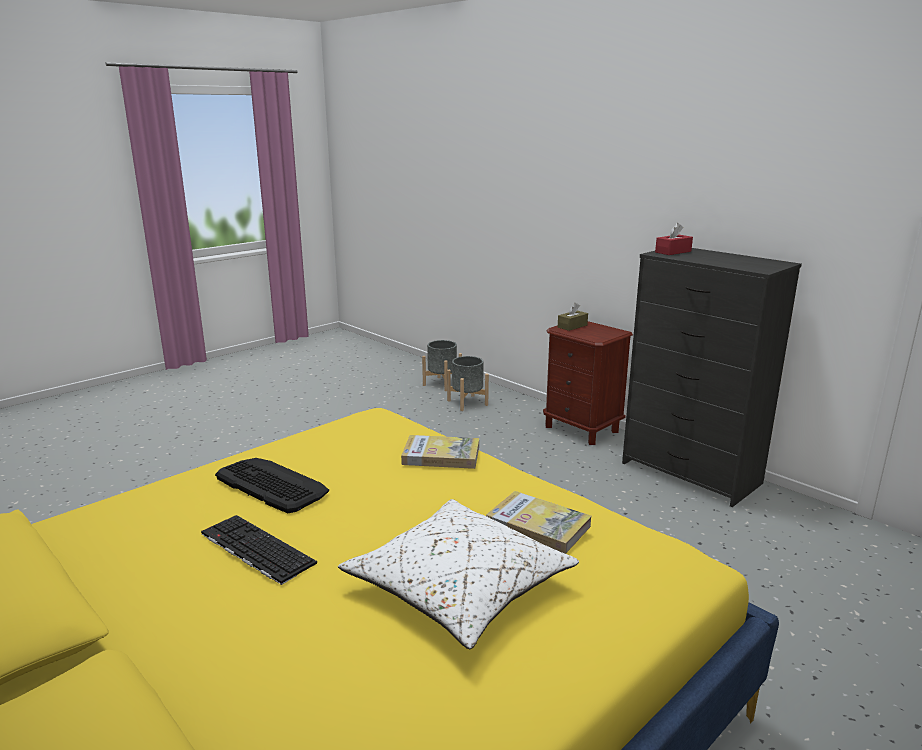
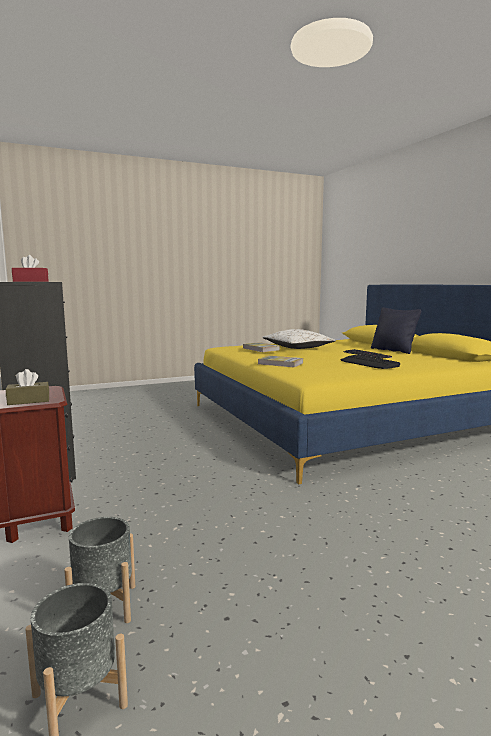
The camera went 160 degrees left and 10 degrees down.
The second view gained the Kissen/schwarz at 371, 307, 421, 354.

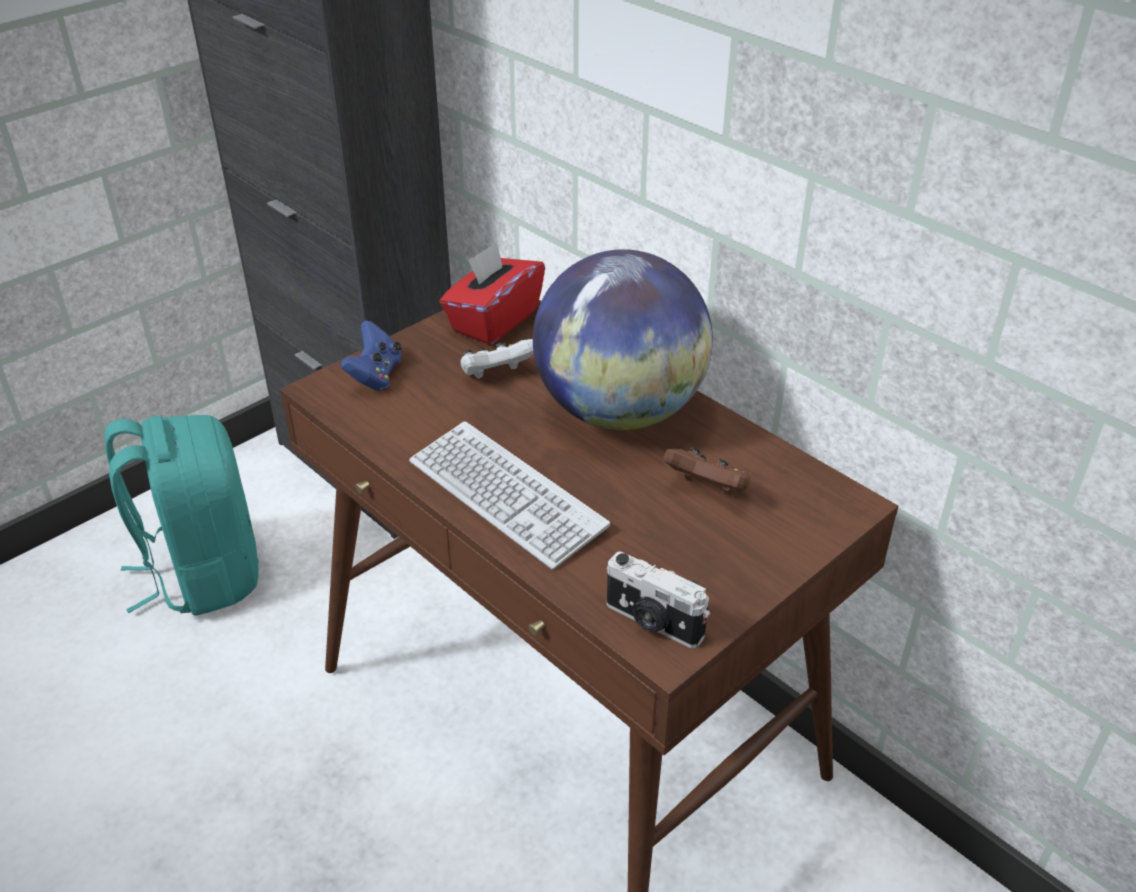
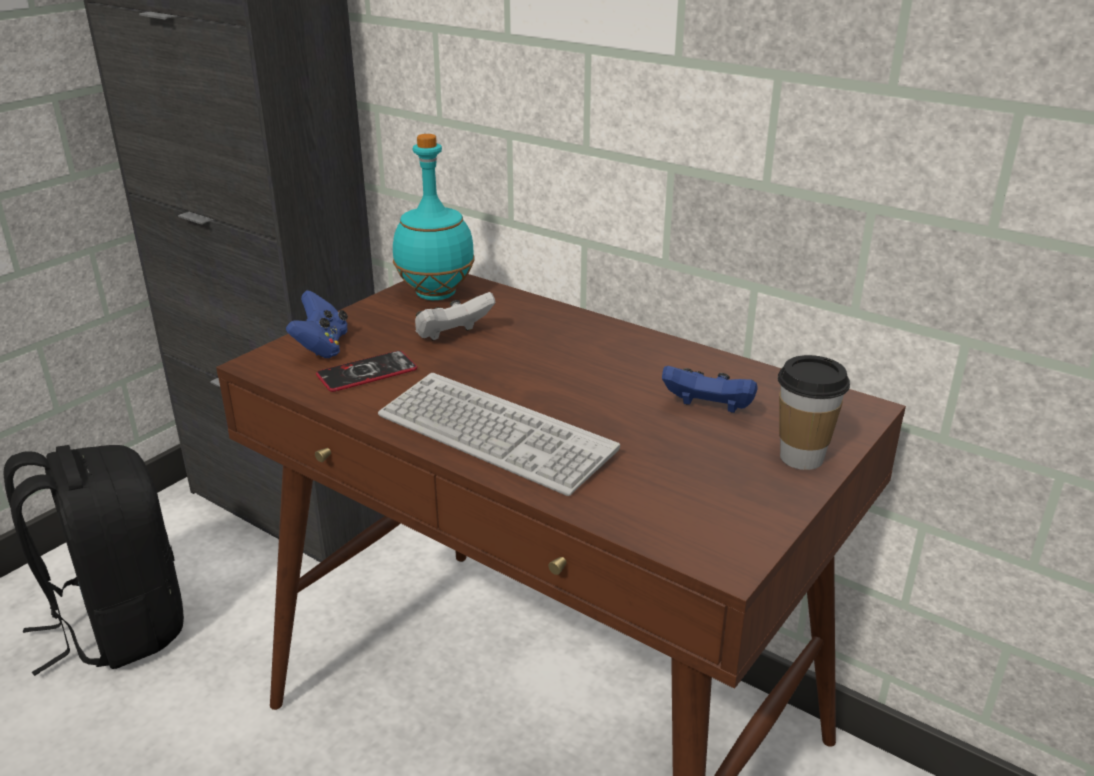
The camera went 10 degrees left and 10 degrees down.
What was the Rucksack/türkis at 105, 415, 259, 615 turned into the Rucksack/schwarz at 3, 445, 184, 676.
Where the Taschentuchbox/rot stood at 440, 242, 545, 345, the Flasche/türkis came to stand at 393, 134, 475, 300.
The second view lost the Globus at 533, 249, 713, 430.
The second view lost the Kamera at 606, 552, 710, 648.
What was the Gamepad/braun at 663, 447, 750, 496 turned into the Gamepad/blau at 662, 366, 758, 413.
The second view gained the Handy at 316, 351, 417, 392.
The second view gained the Tasse at 777, 355, 850, 470.

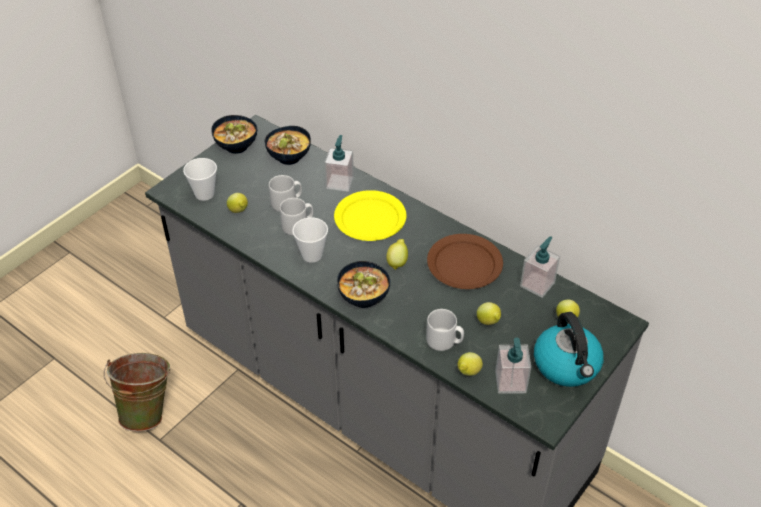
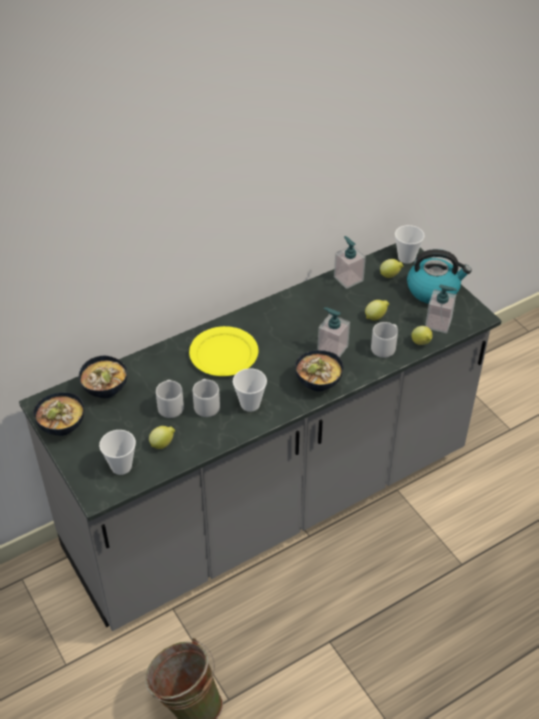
The camera went 70 degrees left and 0 degrees up.
The Seifenspender ended up elsewhere, having gone from 325, 135, 354, 192 to 317, 307, 350, 357.
The second view lost the Zitrone at 386, 239, 408, 270.
The second view lost the Teller/braun at 427, 234, 503, 289.
The second view gained the Tasse at 395, 225, 425, 264.

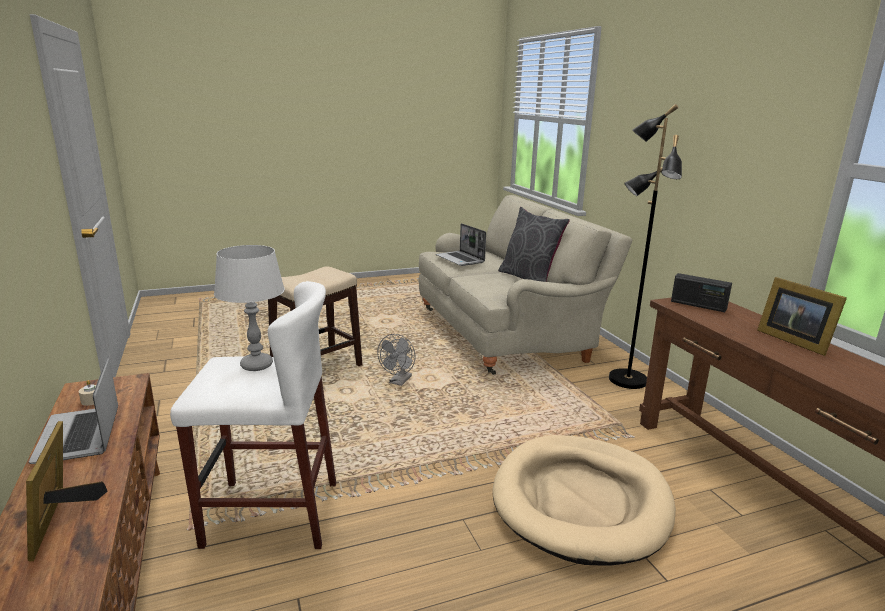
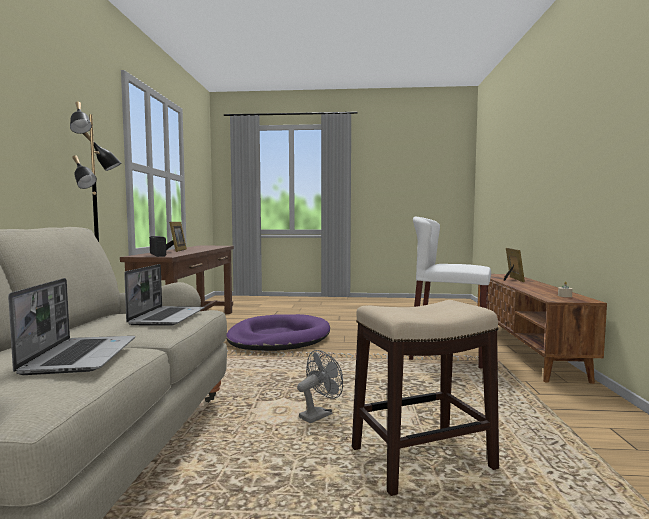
The camera went 155 degrees left and 15 degrees down.
The Laptop ended up elsewhere, having gone from 29, 357, 118, 464 to 124, 264, 205, 326.
The second view lost the Tischlampe/grau at 214, 245, 285, 371.
What was the Hundebett/beige at 493, 435, 676, 566 turned into the Hundebett/lila at 226, 314, 330, 351.
The second view lost the Kissen/grau at 498, 207, 570, 282.

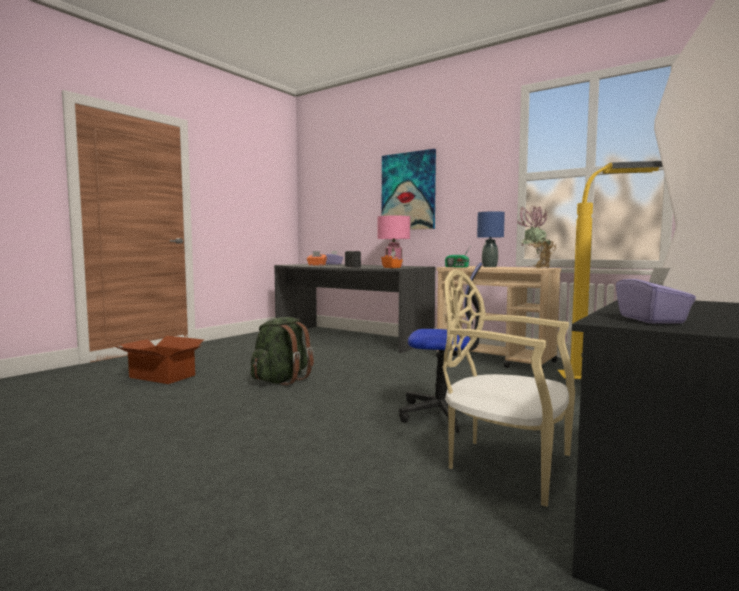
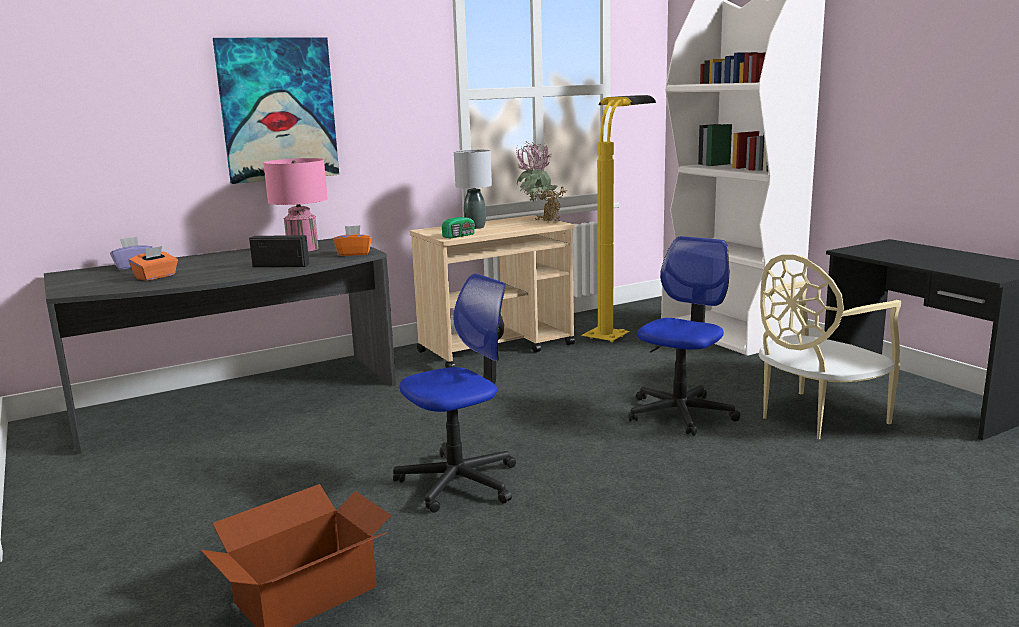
The camera went 65 degrees left and 10 degrees up.
Where the Rucksack/grün stood at 251, 317, 314, 385, the Bürostuhl came to stand at 393, 273, 516, 513.
What was the Tischlampe/blau at 477, 211, 505, 267 turned into the Tischlampe/grau at 454, 150, 492, 229.
The second view lost the Taschentuchbox/lila at 616, 267, 696, 323.

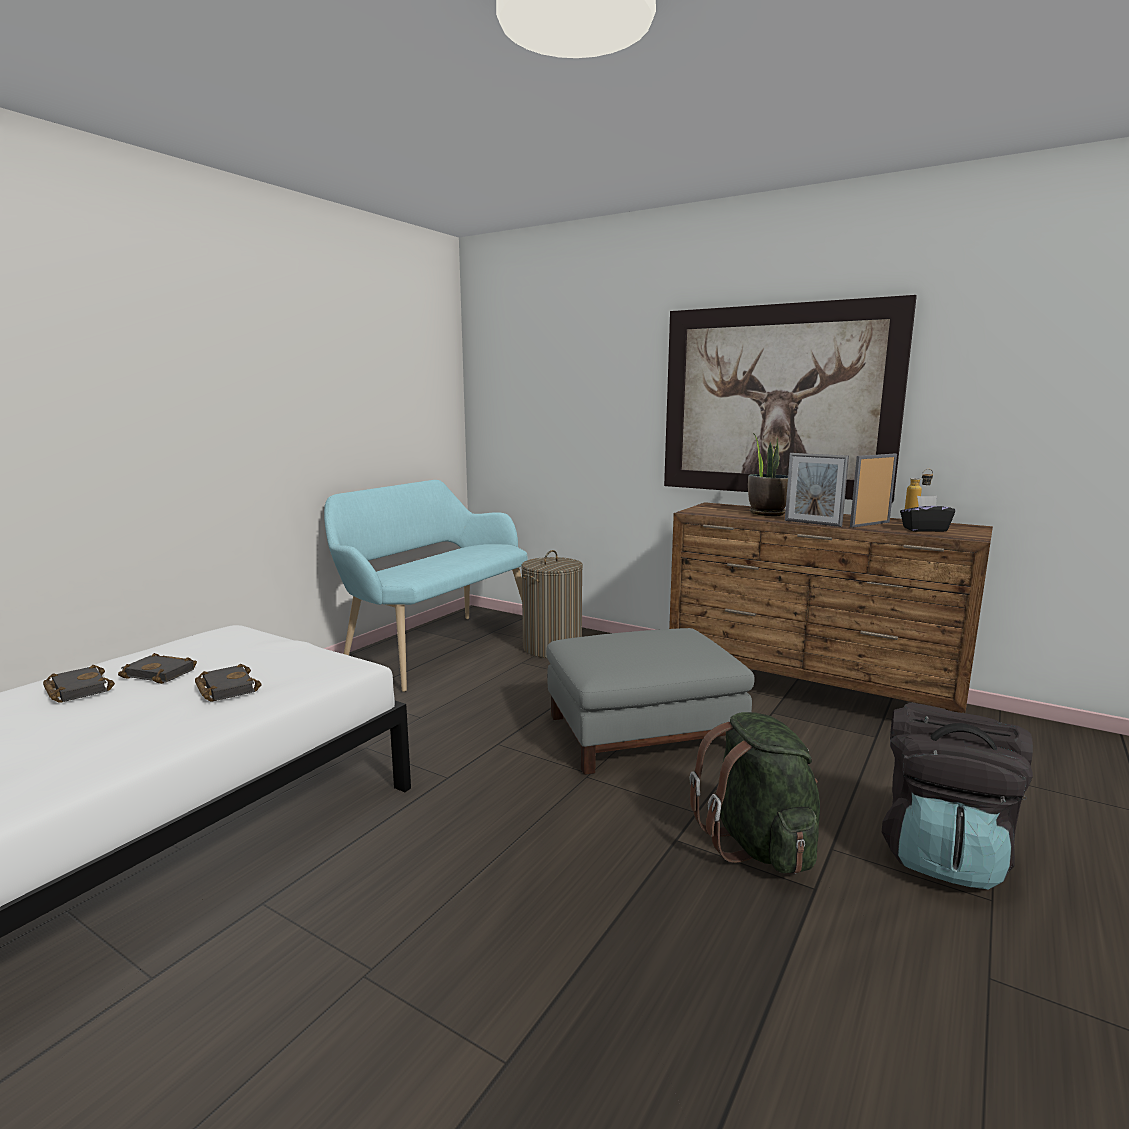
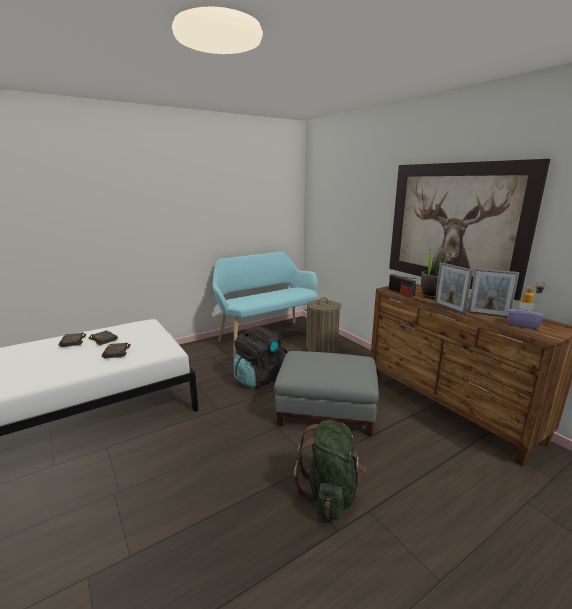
The camera went 25 degrees right and 5 degrees up.
The Bilderrahmen at 850, 454, 897, 528 ended up facing another way, 150 degrees counterclockwise from before.
The Rucksack/schwarz ended up elsewhere, having gone from 882, 703, 1033, 890 to 233, 326, 287, 388.
What was the Taschentuchbox/schwarz at 900, 496, 955, 532 turned into the Taschentuchbox/lila at 507, 302, 544, 329.
The second view gained the Radio at 389, 274, 416, 297.

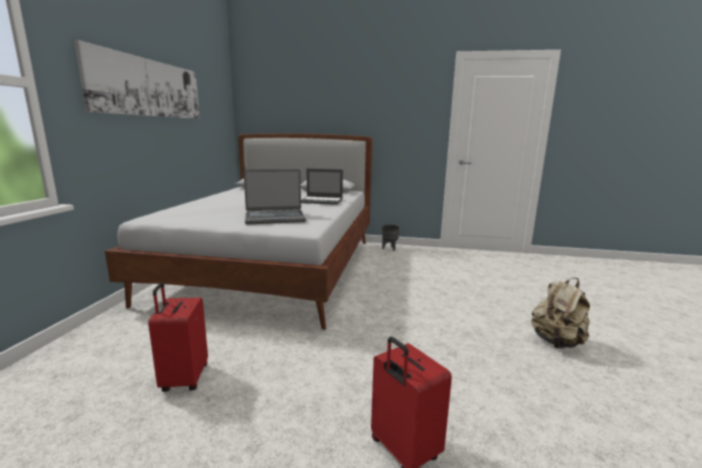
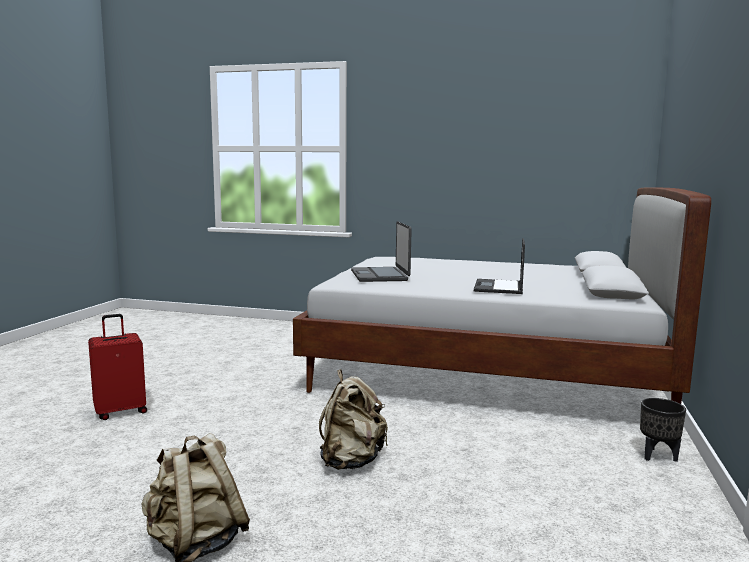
The camera went 95 degrees right and 5 degrees down.
The second view lost the Bild at 74, 40, 200, 119.
The second view lost the Koffer/rot at 148, 282, 208, 392.
The second view gained the Rucksack/beige at 319, 369, 388, 470.

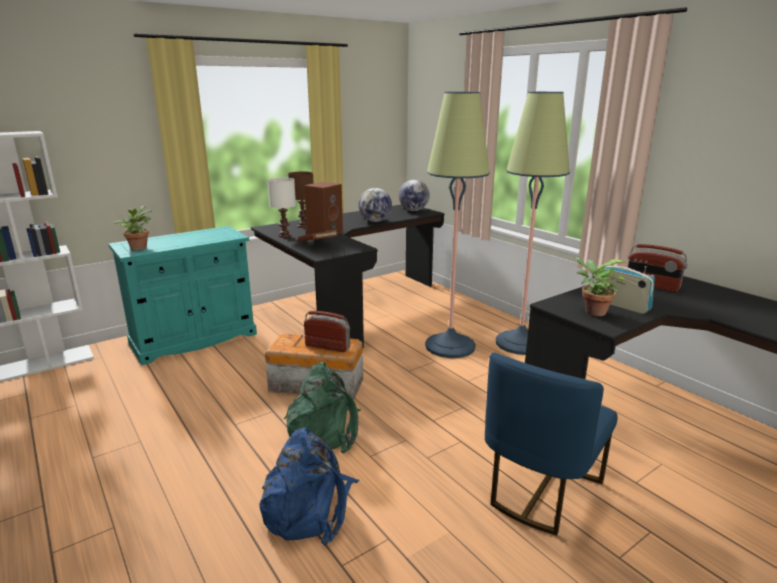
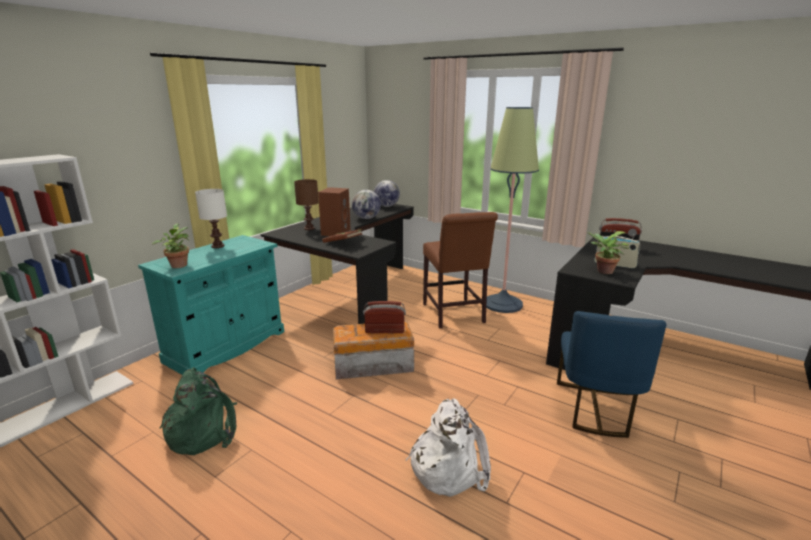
The camera went 20 degrees left and 0 degrees up.
What was the Rucksack/blau at 259, 427, 359, 545 turned into the Rucksack/weiß at 405, 398, 491, 497.
The Tischlampe/weiß ended up elsewhere, having gone from 267, 178, 296, 238 to 195, 189, 227, 248.
The Rucksack/grün ended up elsewhere, having gone from 284, 362, 361, 454 to 160, 367, 237, 455.
Where the Stehlampe stood at 425, 92, 490, 358, the Stuhl/braun came to stand at 423, 212, 498, 328.

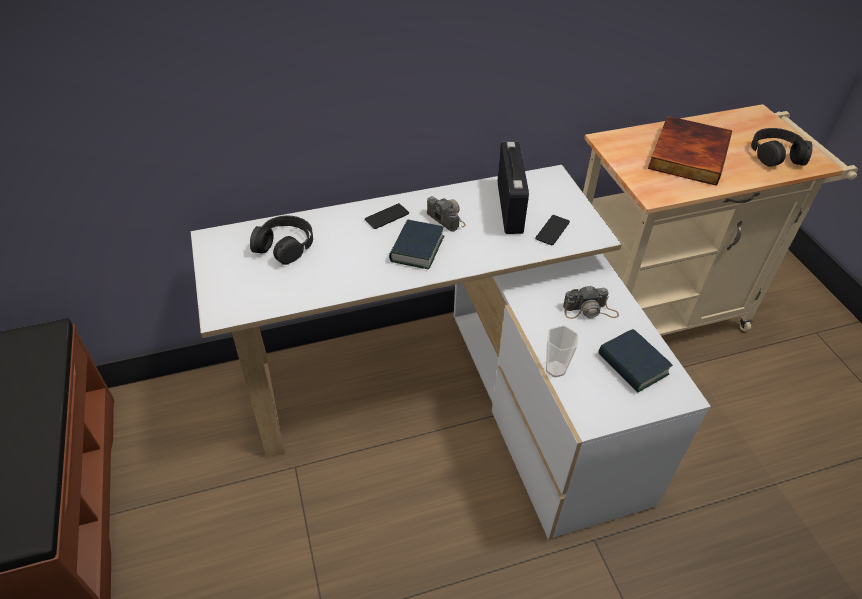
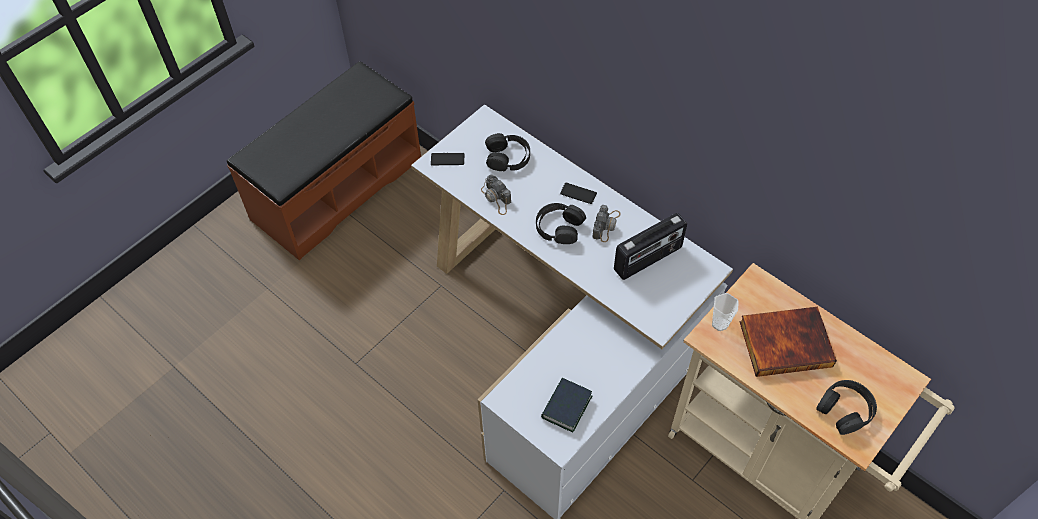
The camera went 60 degrees right and 10 degrees up.
Where the Buch stood at 389, 219, 444, 269, the Kopfhörer/schwarz came to stand at 536, 203, 586, 244.
The Handy ended up elsewhere, having gone from 535, 215, 570, 245 to 431, 153, 464, 165.
The Tasse ended up elsewhere, having gone from 546, 325, 579, 377 to 712, 293, 739, 331.
The Kamera ended up elsewhere, having gone from 563, 286, 619, 319 to 481, 174, 511, 215.

